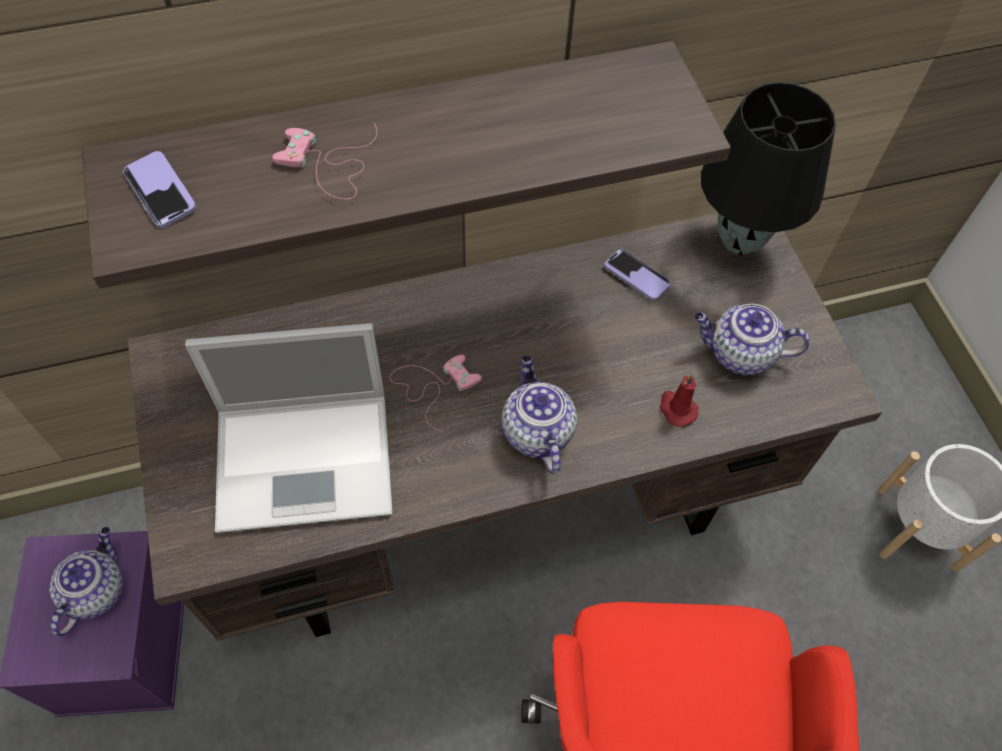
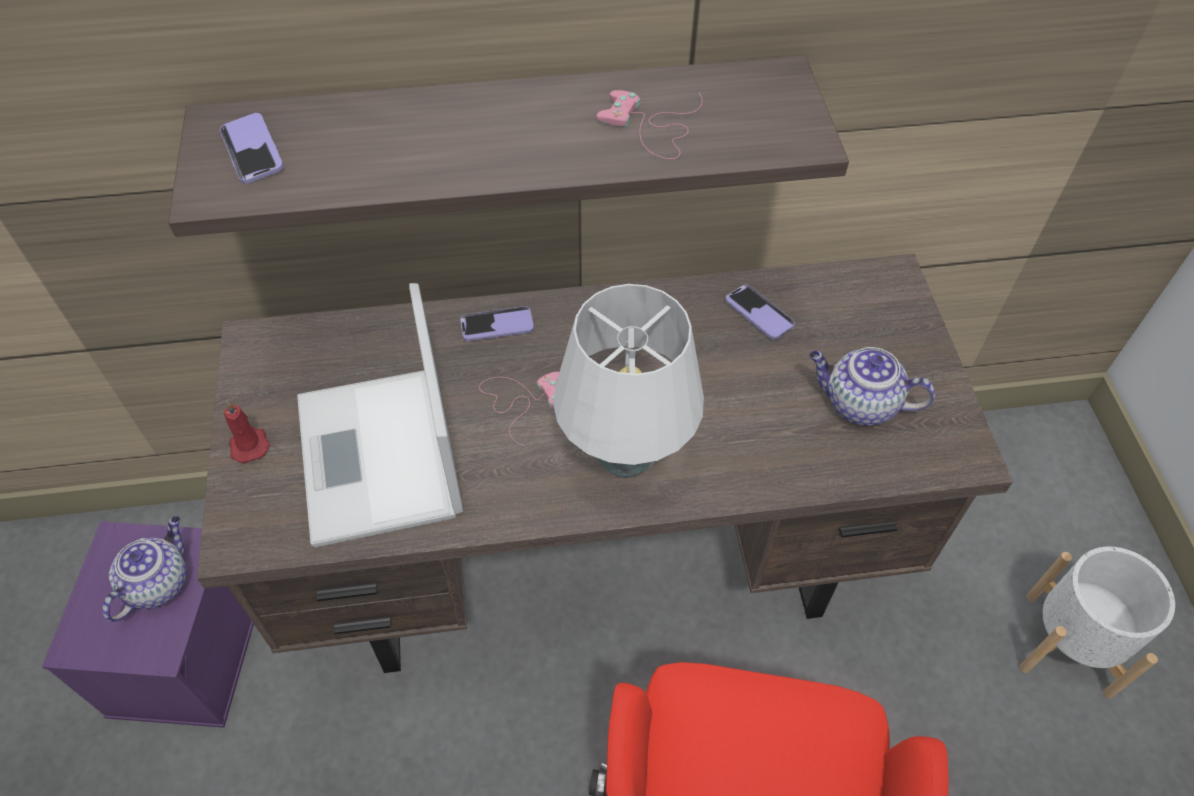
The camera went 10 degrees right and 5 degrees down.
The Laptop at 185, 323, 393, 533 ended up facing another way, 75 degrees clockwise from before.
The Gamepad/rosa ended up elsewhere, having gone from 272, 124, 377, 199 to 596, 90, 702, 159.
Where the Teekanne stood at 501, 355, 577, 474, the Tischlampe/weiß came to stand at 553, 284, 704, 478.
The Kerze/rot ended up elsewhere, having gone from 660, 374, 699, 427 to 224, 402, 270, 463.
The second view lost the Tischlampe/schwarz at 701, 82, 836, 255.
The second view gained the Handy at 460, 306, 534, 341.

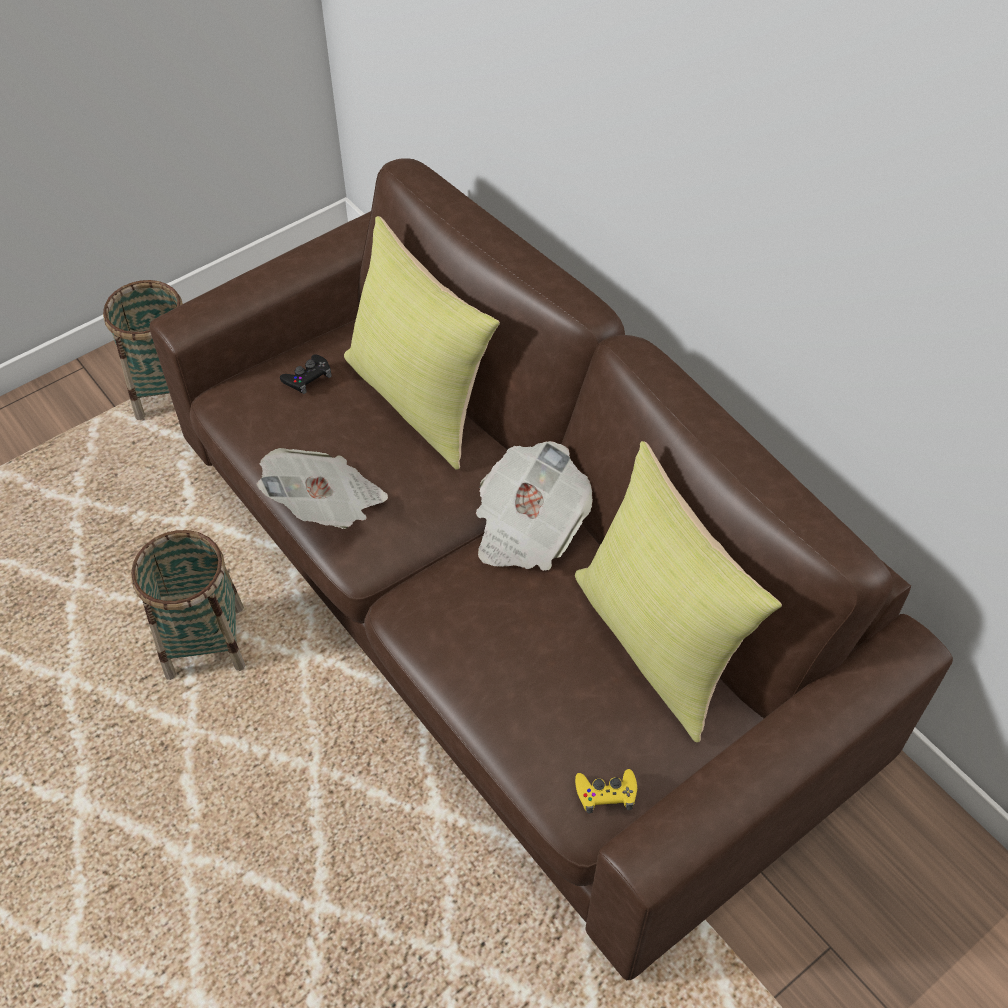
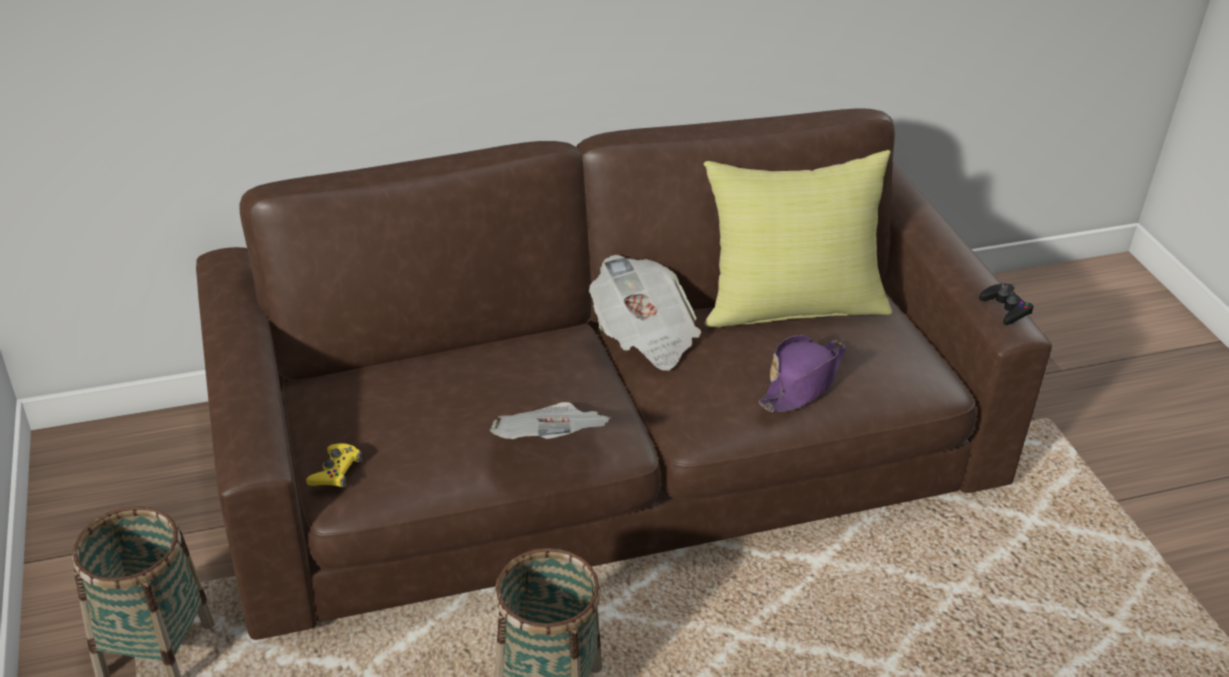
The camera went 70 degrees left and 15 degrees down.
The Gamepad/schwarz ended up elsewhere, having gone from 280, 355, 332, 394 to 979, 283, 1035, 325.
The second view lost the Kissen/gelb at 344, 216, 500, 470.
The Gamepad/gelb ended up elsewhere, having gone from 575, 769, 637, 813 to 306, 443, 362, 487.
The second view gained the Hut/lila at 758, 335, 847, 412.

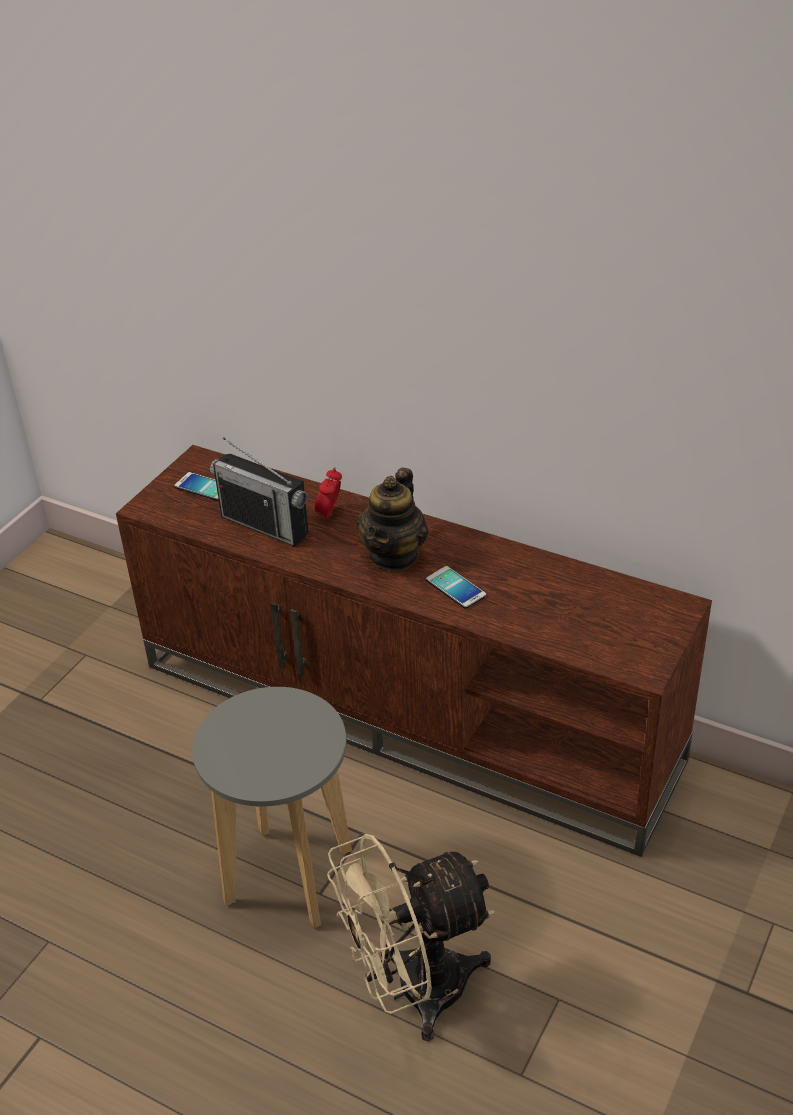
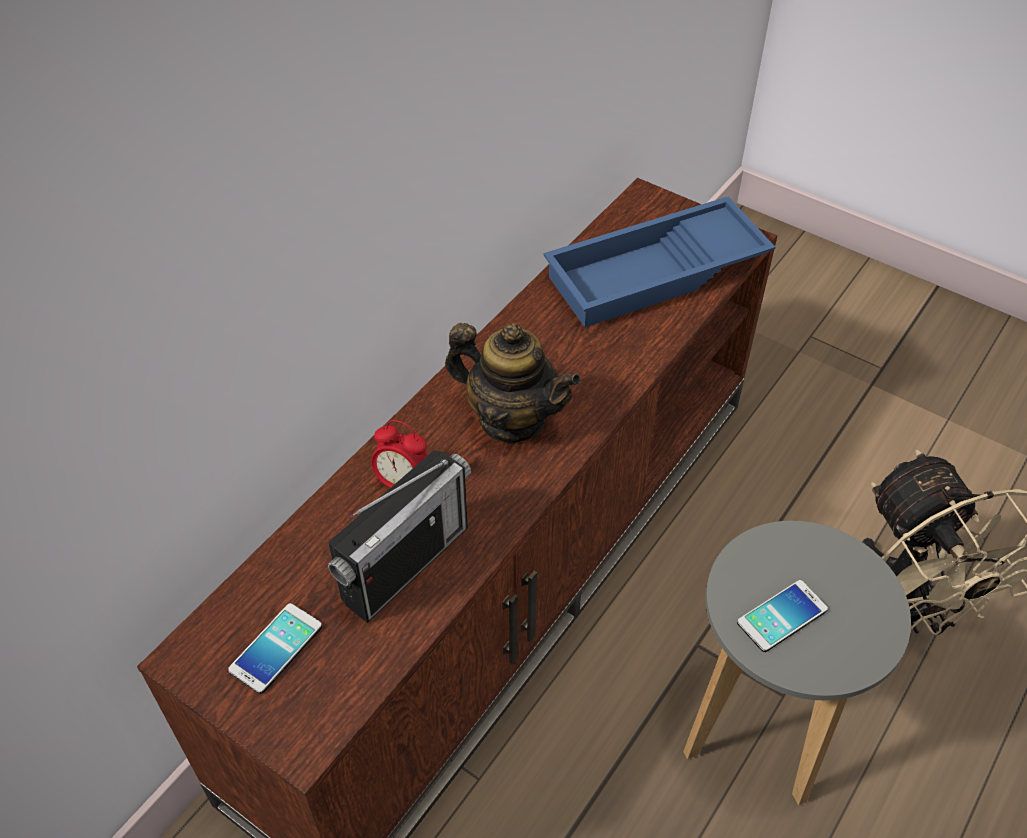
The camera went 85 degrees left and 10 degrees up.
The Handy ended up elsewhere, having gone from 426, 566, 486, 609 to 737, 580, 828, 652.
The second view gained the Tablett/blau at 543, 196, 775, 327.

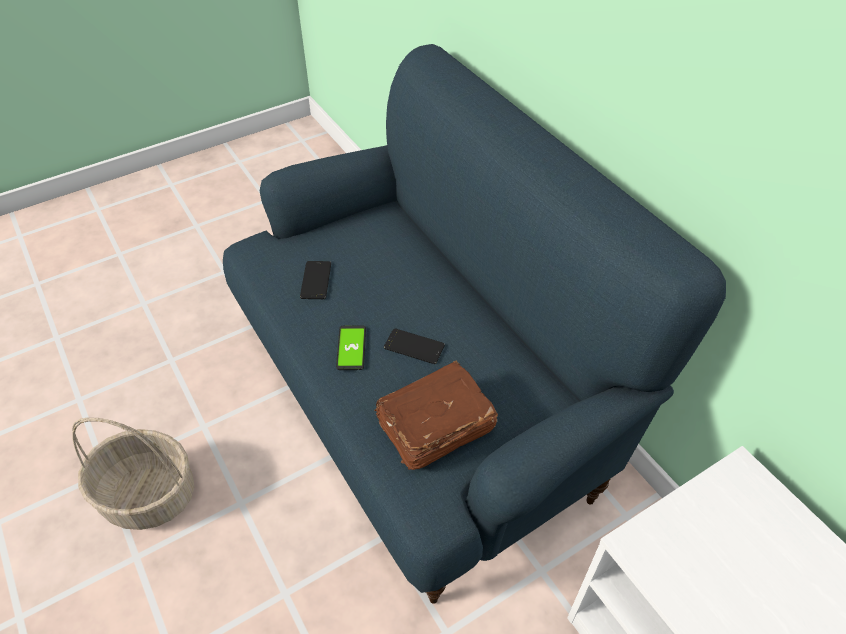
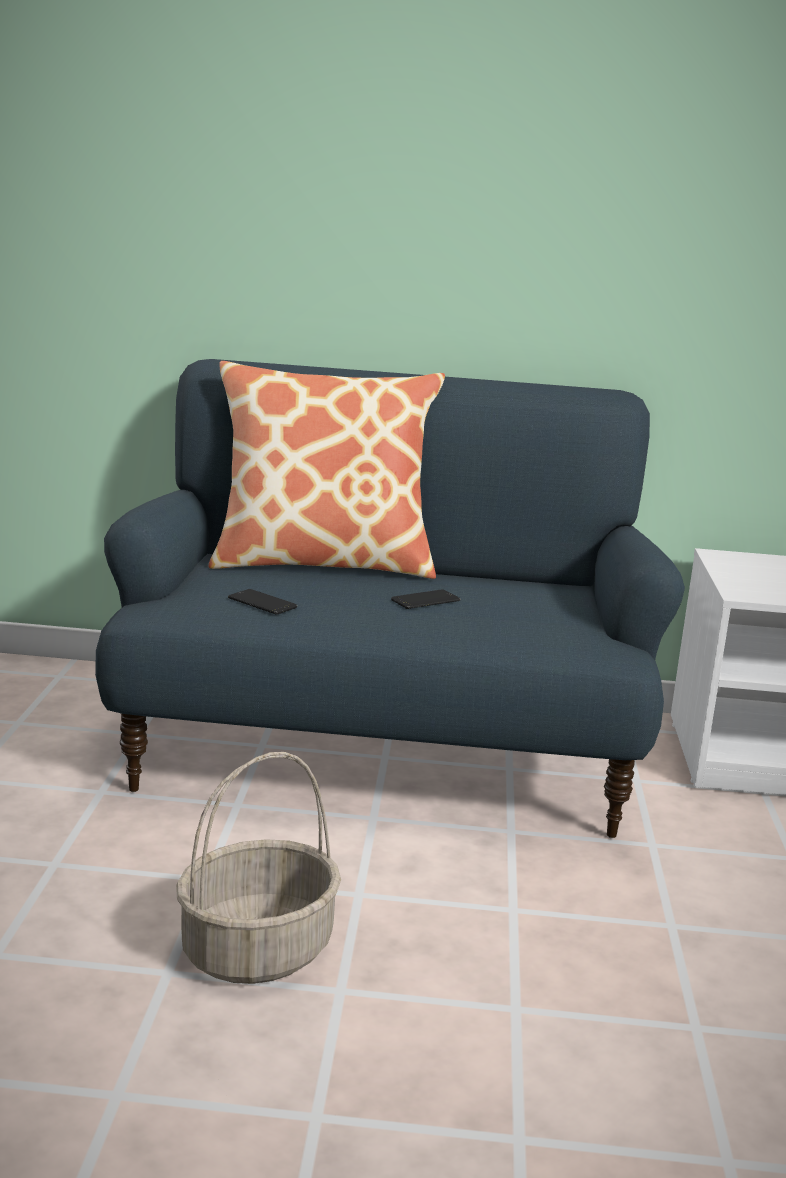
The camera went 55 degrees left and 30 degrees down.
The second view lost the Handy at 336, 325, 366, 370.
The second view lost the Buch/braun at 374, 361, 498, 470.
The second view gained the Kissen at 208, 361, 445, 579.

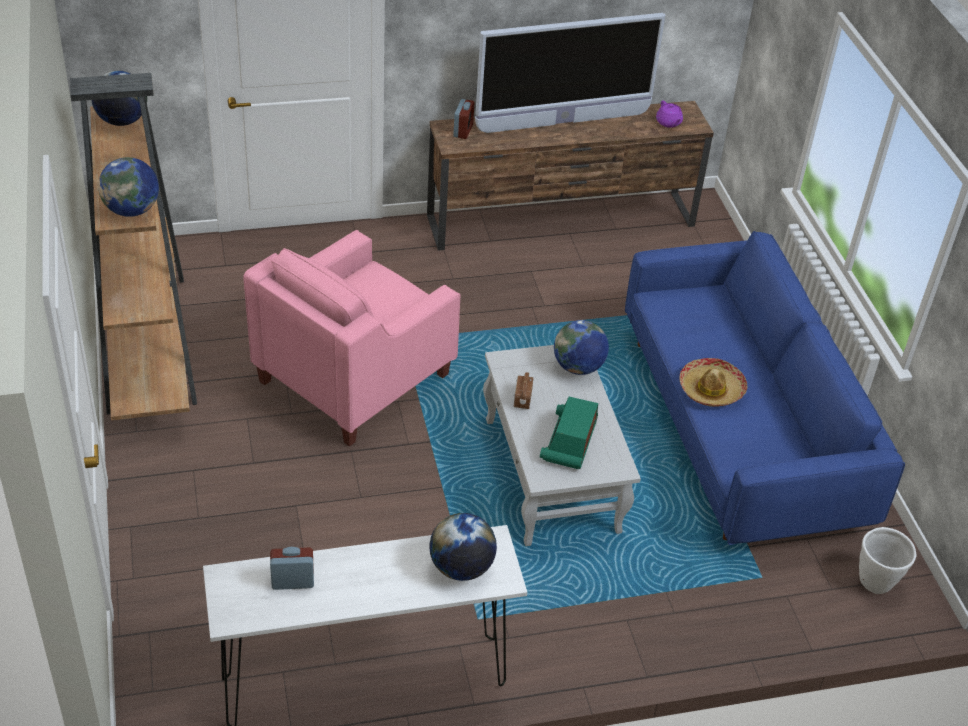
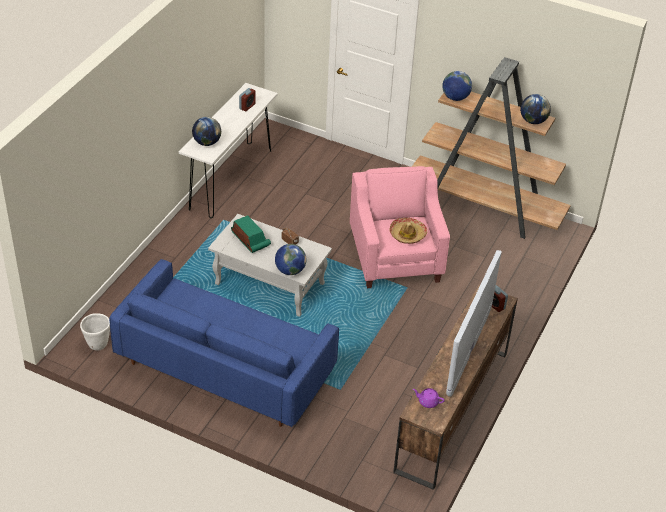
The camera went 130 degrees right and 0 degrees up.
The Hut ended up elsewhere, having gone from 679, 358, 747, 407 to 389, 218, 427, 244.

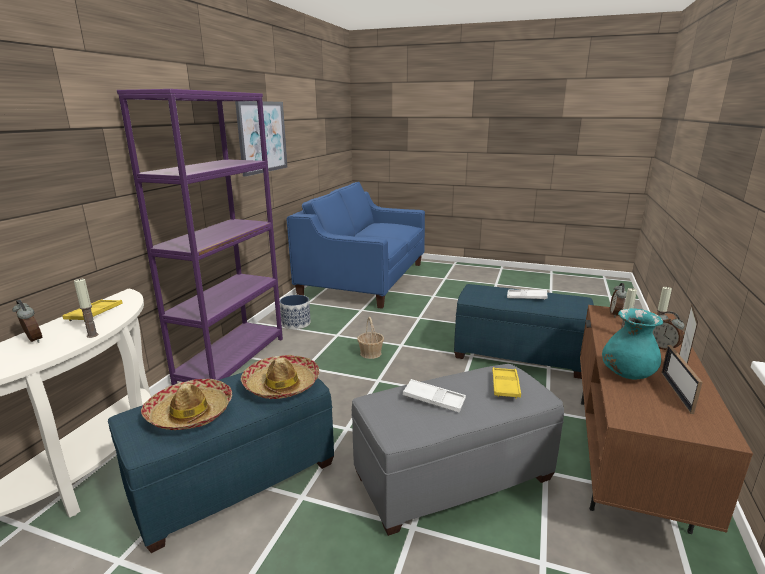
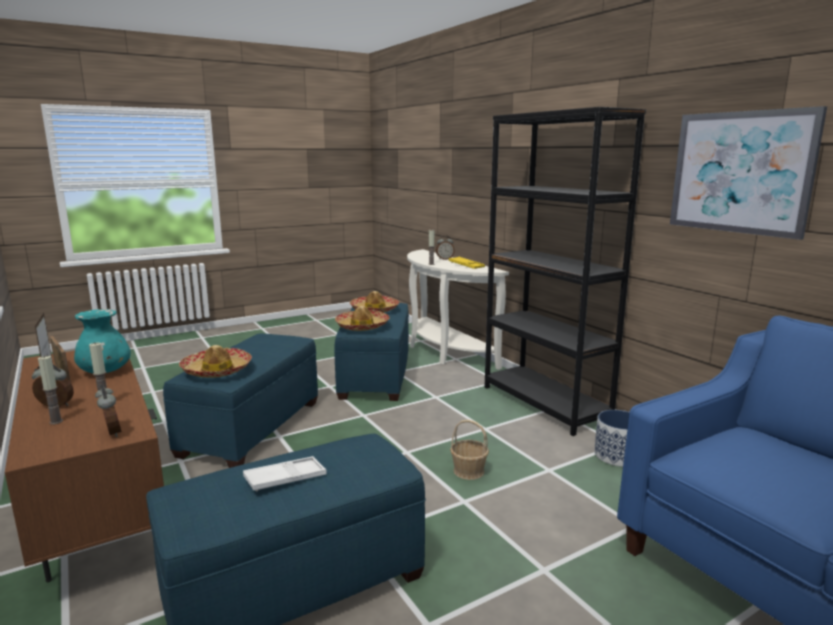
The camera went 130 degrees right and 5 degrees down.
What was the Bücherregal/lila at 117, 89, 283, 385 turned into the Bücherregal/schwarz at 484, 107, 646, 436.
What was the Polsterhocker/grau at 351, 364, 564, 536 turned into the Polsterhocker/blau at 163, 333, 318, 468.
The second view lost the Tablett/weiß at 403, 379, 466, 413.
Where the Tablett/gelb stood at 492, 367, 521, 399, the Hut came to stand at 179, 345, 252, 378.

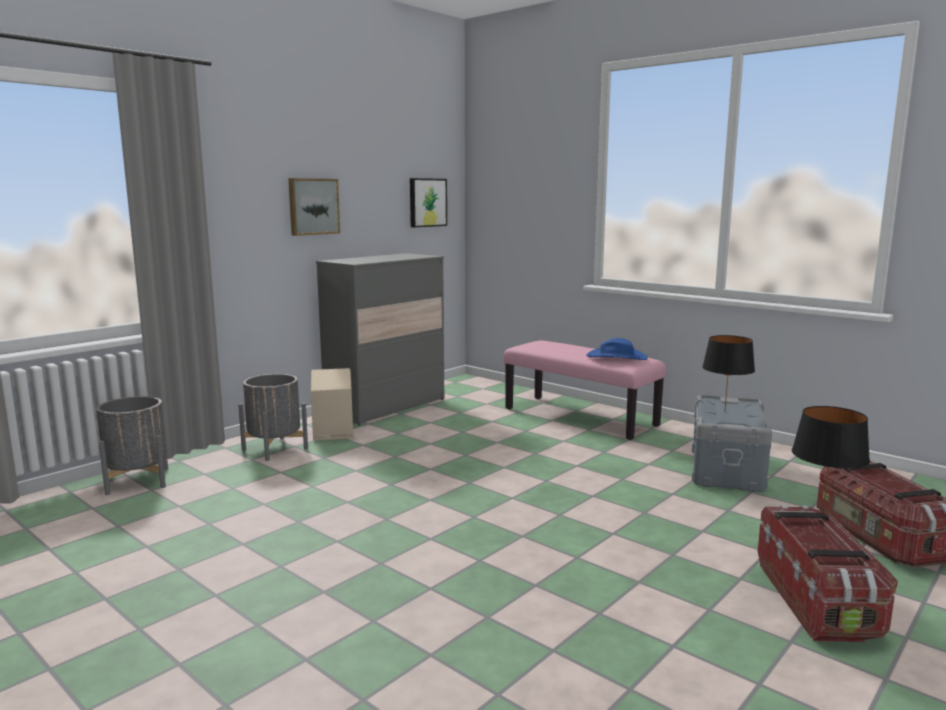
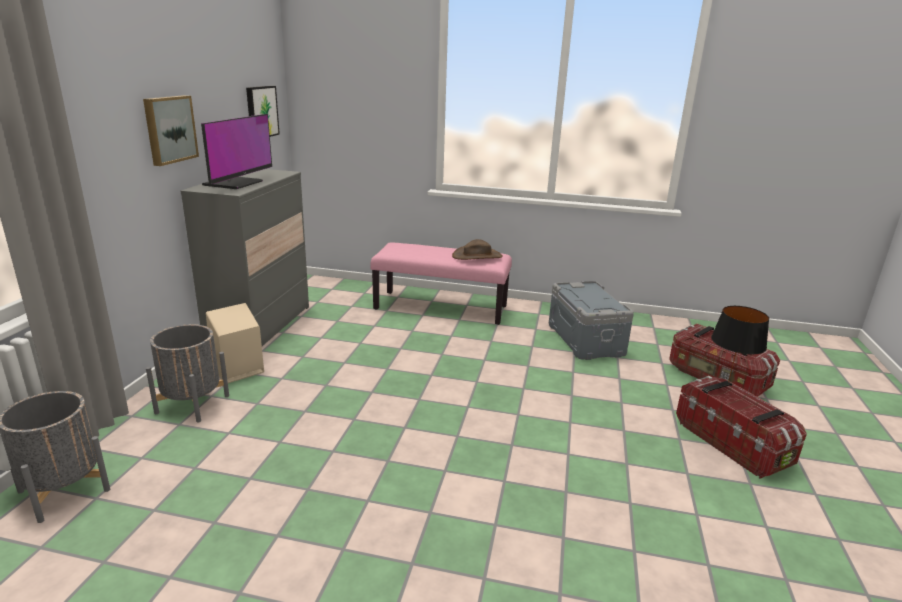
The camera went 30 degrees left and 10 degrees up.
What was the Hut/blau at 586, 338, 648, 360 turned into the Hut/braun at 452, 239, 503, 260.
The second view lost the Tischlampe/schwarz at 702, 335, 755, 409.
The second view gained the Monitor at 201, 114, 272, 189.

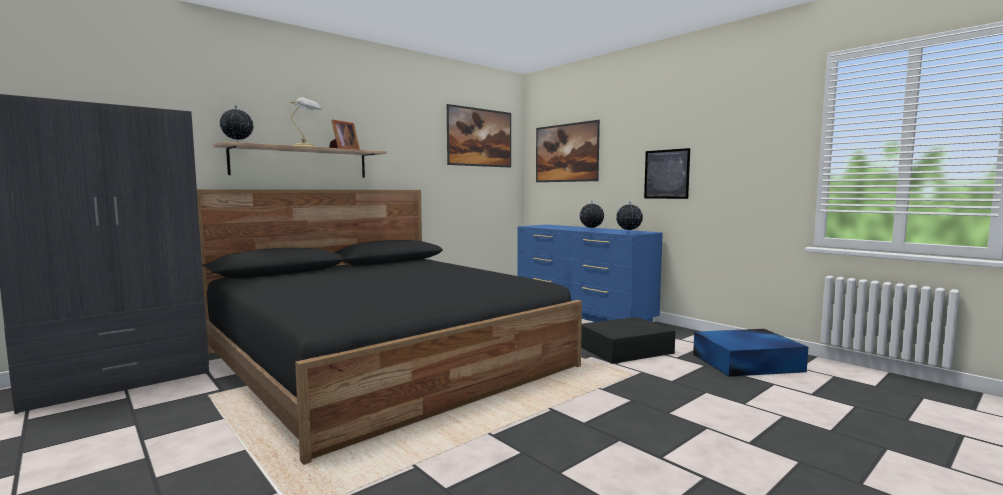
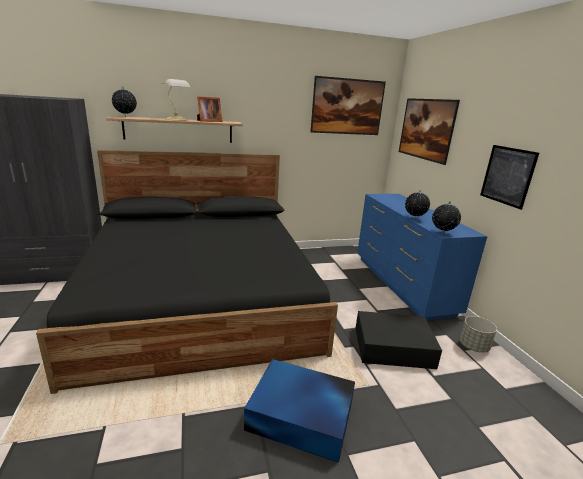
The camera went 25 degrees right and 15 degrees up.
The Aufbewahrungsbox/blau ended up elsewhere, having gone from 693, 329, 808, 377 to 244, 359, 355, 463.
The second view gained the Pflanzkübel/grau at 460, 316, 497, 353.

